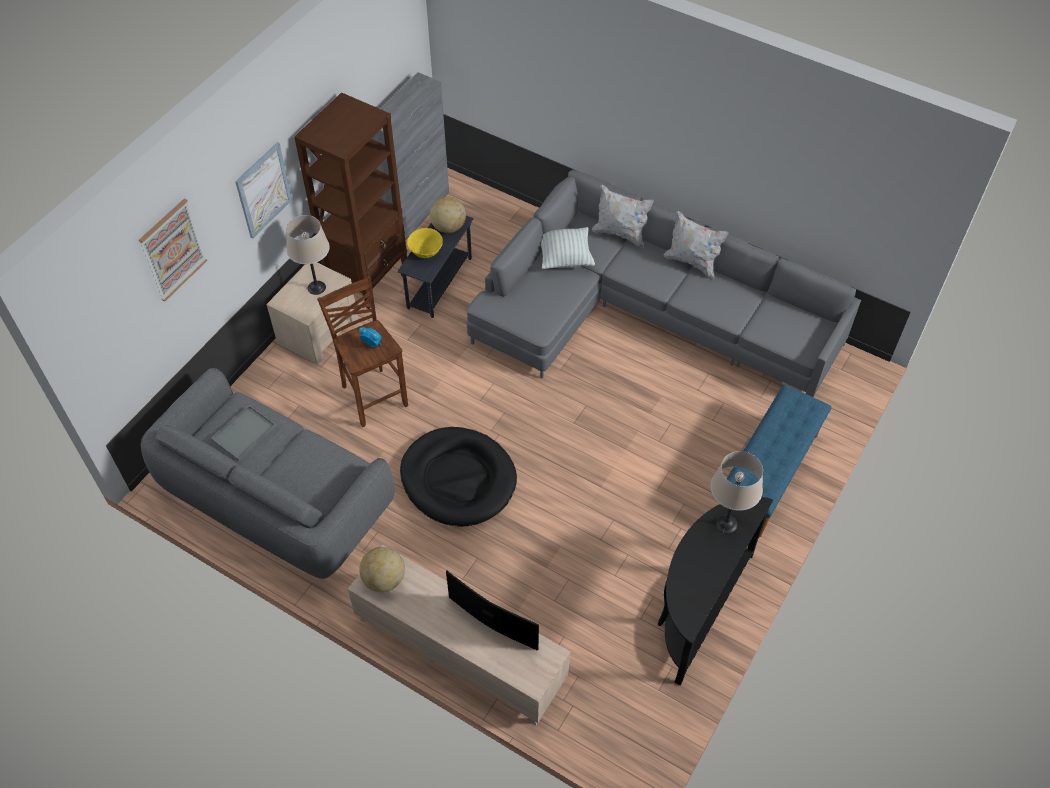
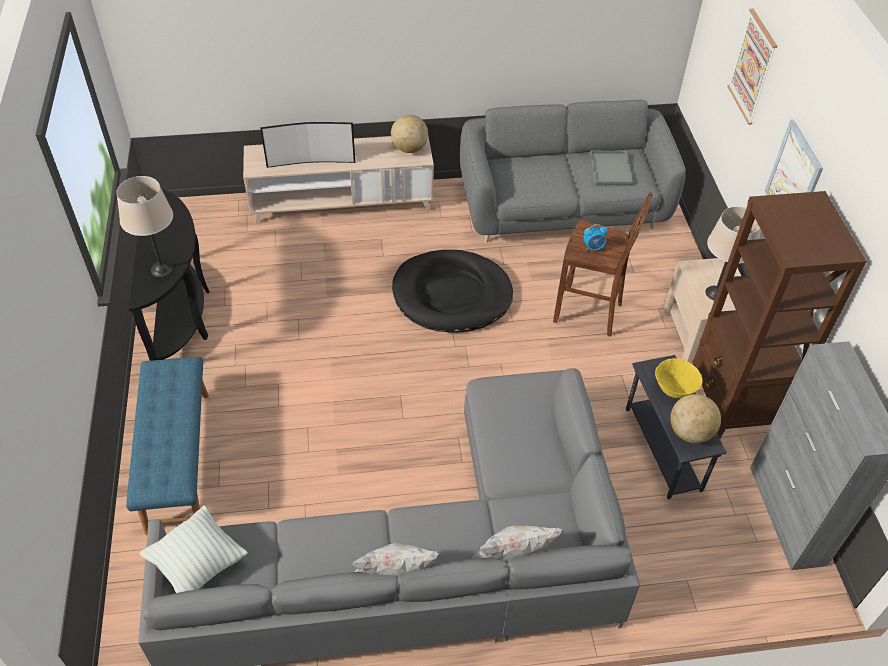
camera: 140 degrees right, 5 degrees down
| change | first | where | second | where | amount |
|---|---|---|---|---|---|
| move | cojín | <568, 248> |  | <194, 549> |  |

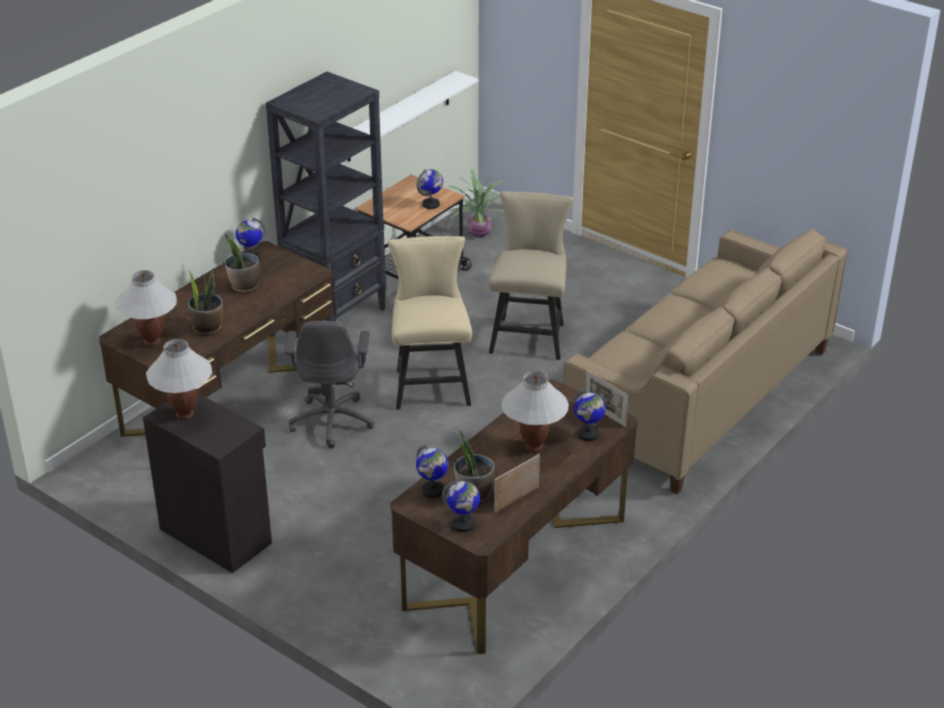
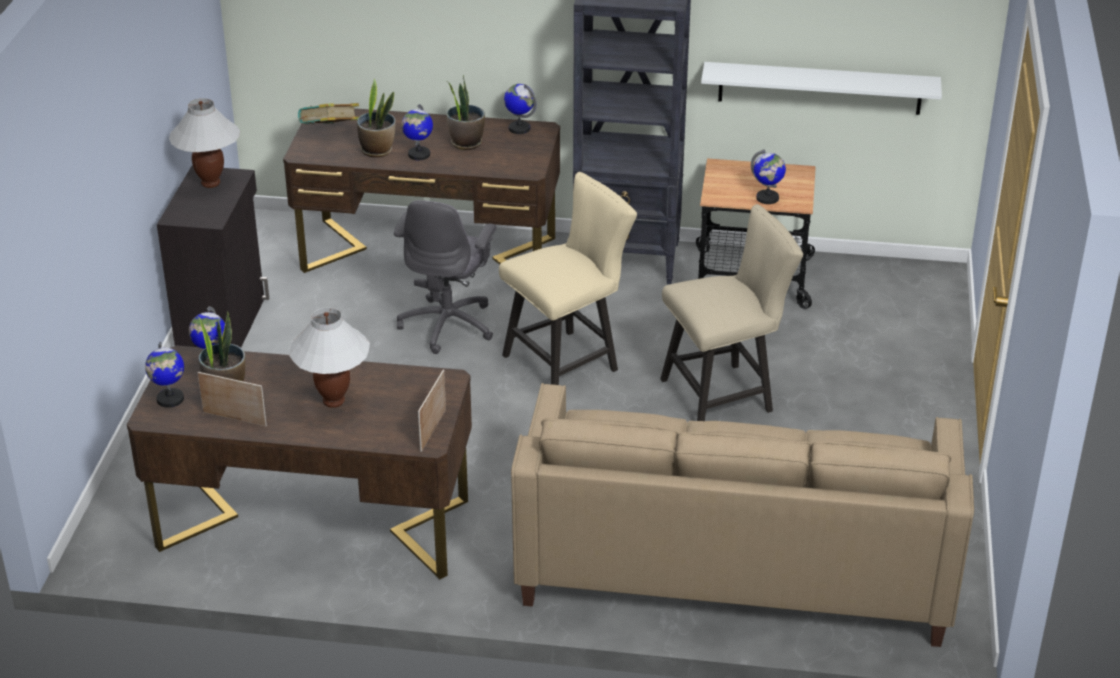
camera: 60 degrees right, 0 degrees up
| change | first | where | second | where | amount |
|---|---|---|---|---|---|
| replace | lámpara de mesa [blanco] | <146, 308> | libro | <328, 113> |  |
| rotate | silla de oficina [gris] | <329, 385> |  | <445, 277> | 45 degrees counterclockwise |
| delete | planta en maceta | <475, 203> |  |  |  |
| move | globo terráqueo | <590, 415> |  | <417, 132> |  |

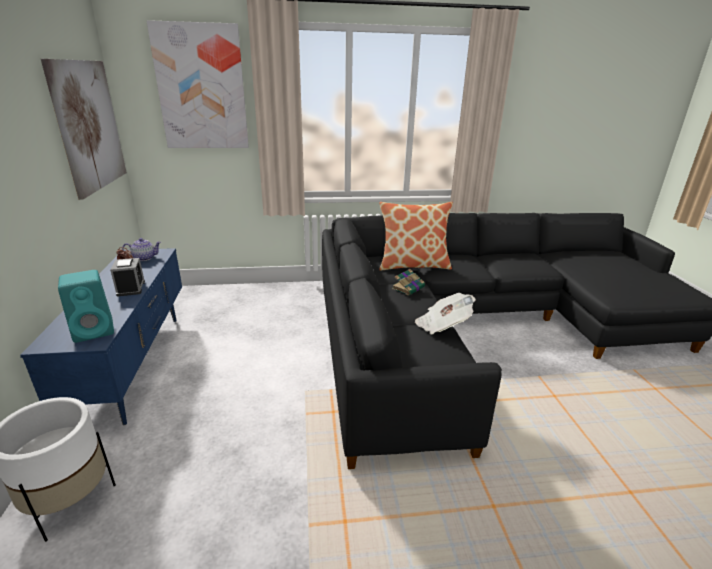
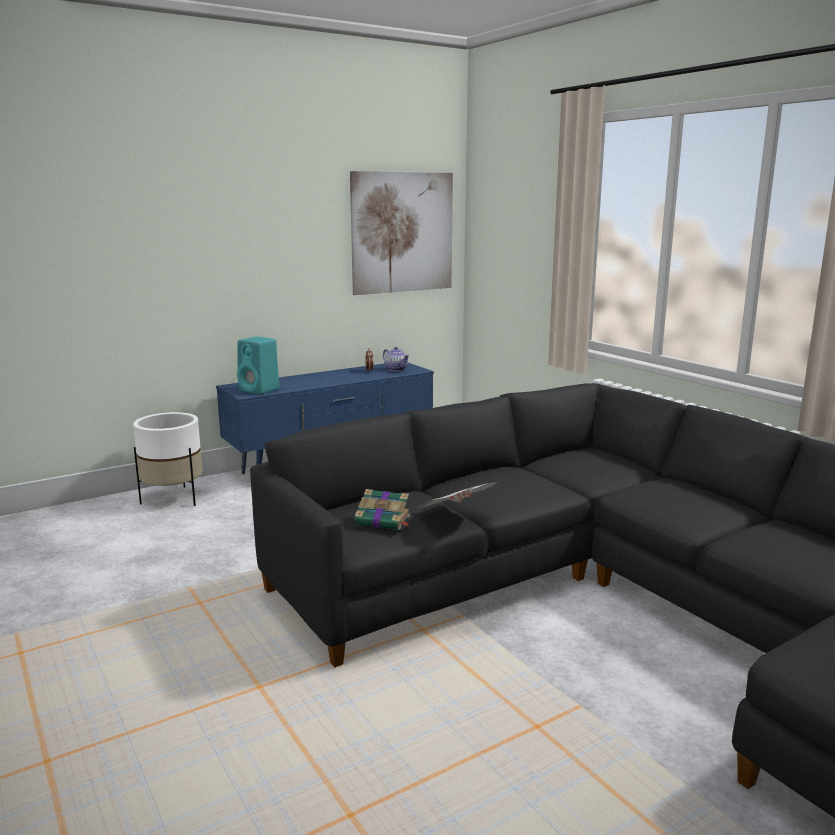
camera: 65 degrees right, 10 degrees down
| change | first | where | second | where | amount |
|---|---|---|---|---|---|
| delete | despertador | <127, 277> |  |  |  |
| delete | cuadro | <198, 84> |  |  |  |
| delete | cojín | <416, 236> |  |  |  |
| move | libro | <408, 282> |  | <382, 509> |  |

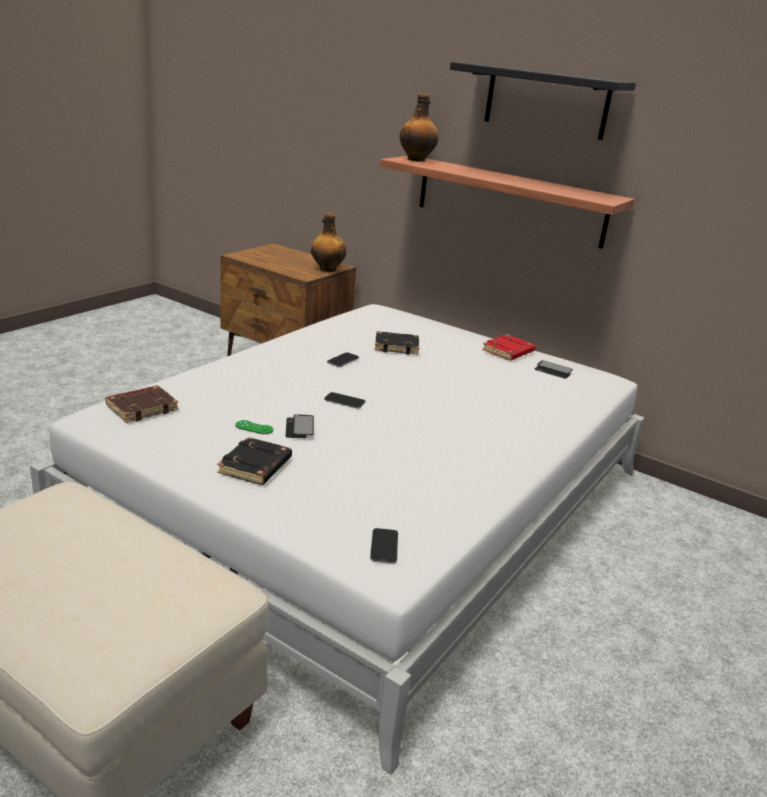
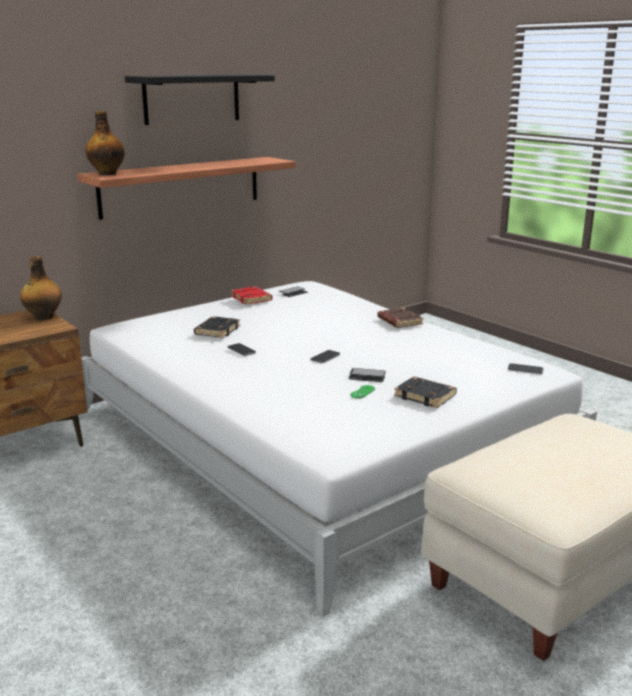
camera: 70 degrees left, 5 degrees down
| change | first | where | second | where | amount |
|---|---|---|---|---|---|
| move | libro [marrón] | <142, 404> |  | <400, 318> |  |

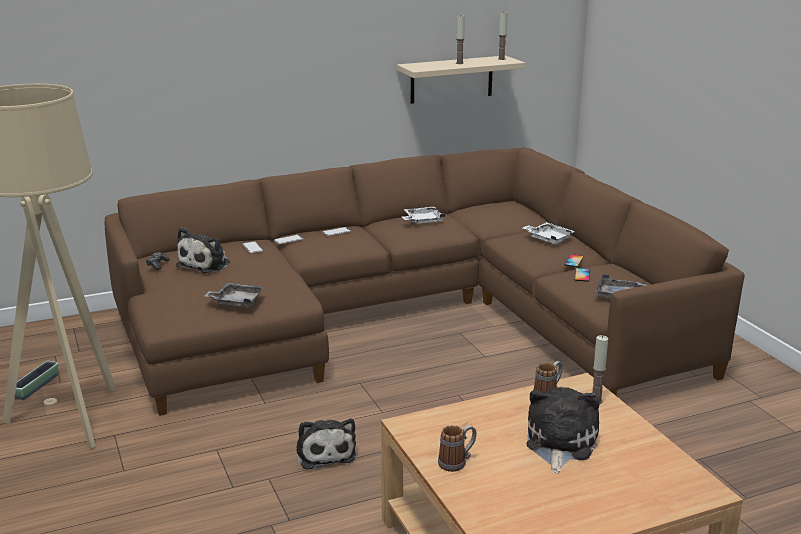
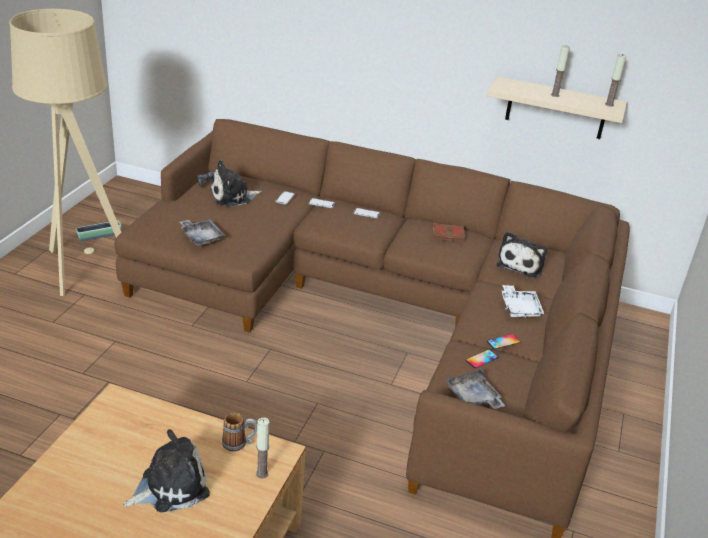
camera: 40 degrees right, 10 degrees up
| change | first | where | second | where | amount |
|---|---|---|---|---|---|
| move | peluche | <326, 444> |  | <522, 254> |  |
| replace | bandeja [blanco] | <423, 215> | libro [marrón] | <448, 233> |  |
| delete | taza grande | <457, 448> |  |  |  |

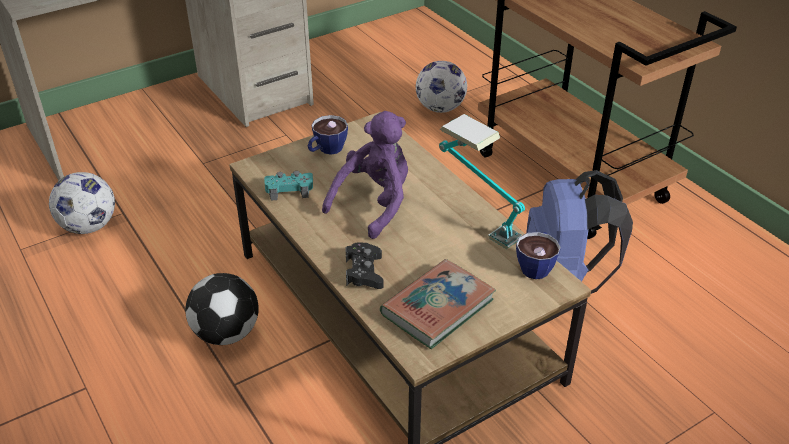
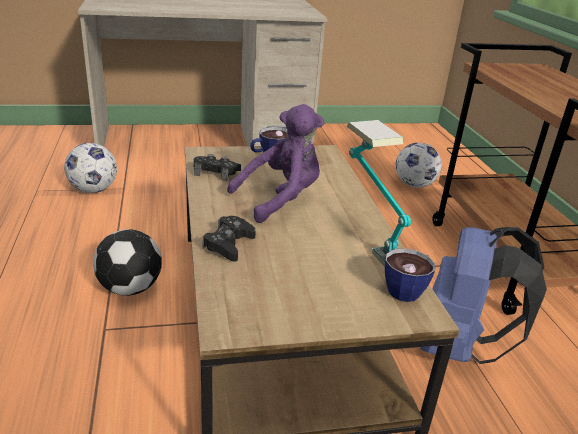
camera: 20 degrees right, 10 degrees down
| change | first | where | second | where | amount |
|---|---|---|---|---|---|
| recolor | mando de consola [turquesa] | <288, 186> | mando de consola [negro] | <217, 167> |  |
| delete | libro | <438, 304> |  |  |  |

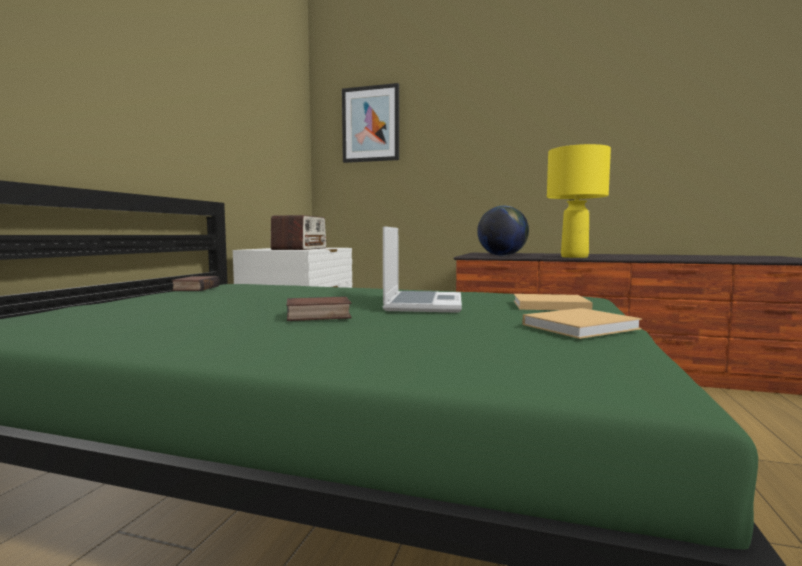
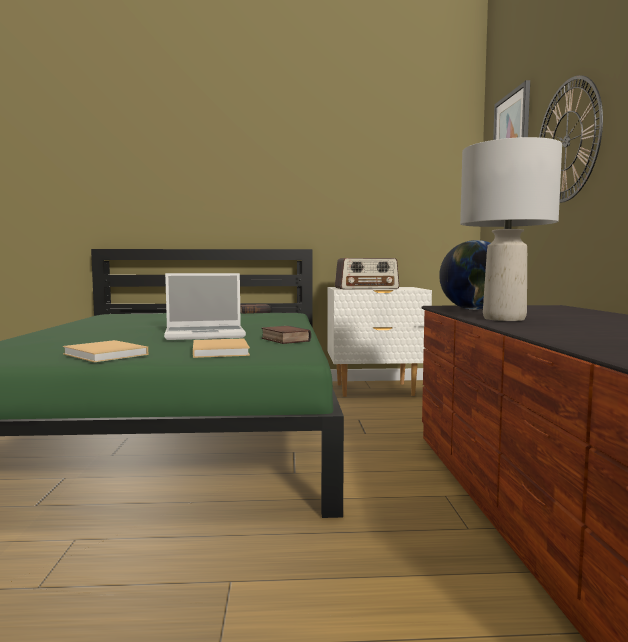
camera: 70 degrees right, 0 degrees up
| change | first | where | second | where | amount |
|---|---|---|---|---|---|
| move | libro | <319, 308> |  | <286, 335> |  |
| recolor | lámpara de mesa [amarillo] | <579, 201> | lámpara de mesa [gris] | <511, 229> |  |
| insert |  |  | reloj de pared | <571, 139> |  |

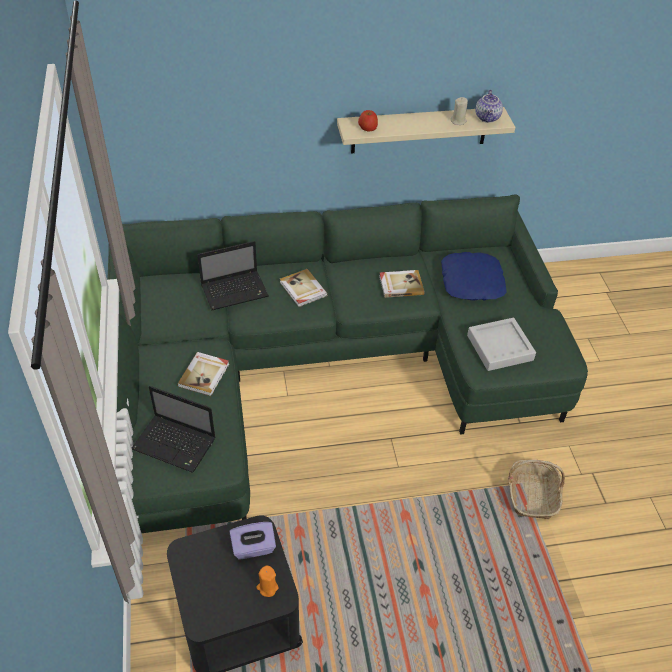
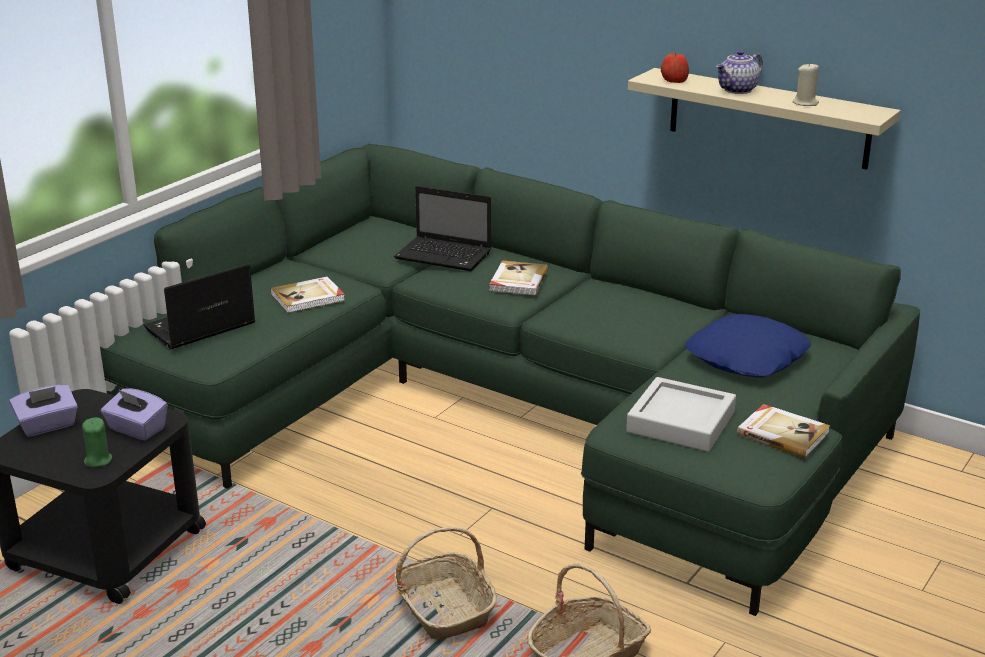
camera: 45 degrees right, 20 degrees down
| change | first | where | second | where | amount |
|---|---|---|---|---|---|
| rotate | portátil | <173, 429> |  | <199, 306> | 75 degrees clockwise |
| recolor | vela [naranja] | <267, 581> | vela [verde] | <97, 442> |  |
| move | libro | <402, 284> |  | <783, 431> |  |
| move | tetera | <489, 106> |  | <739, 72> |  |
| insert |  |  | caja de pañuelos [morado] | <43, 411> |  |
| insert |  |  | cesta | <445, 583> |  |

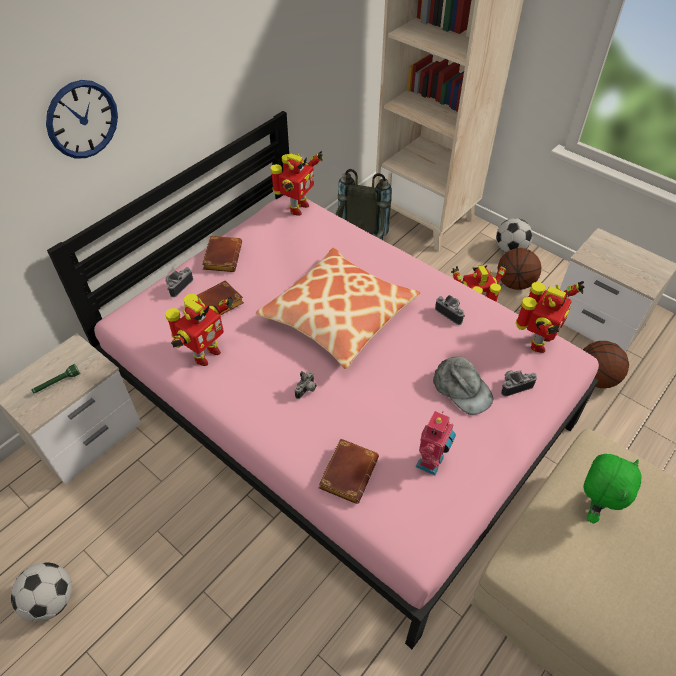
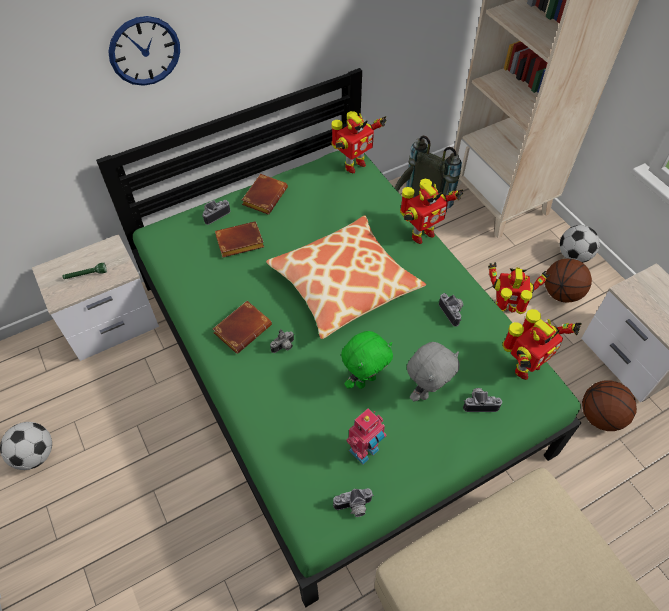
camera: 20 degrees right, 5 degrees up
| change | first | where | second | where | amount |
|---|---|---|---|---|---|
| recolor | cama [rosa] | <323, 380> | cama [verde] | <338, 337> |  |
| move | robot de juguete | <199, 330> |  | <431, 211> |  |
| move | libro [marrón] | <349, 471> |  | <242, 327> |  |
| replace | gorra [gris] | <463, 385> | peluche [gris] | <433, 372> |  |
| move | peluche [verde] | <612, 488> |  | <367, 360> |  |
| insert |  |  | cámara | <353, 502> |  |

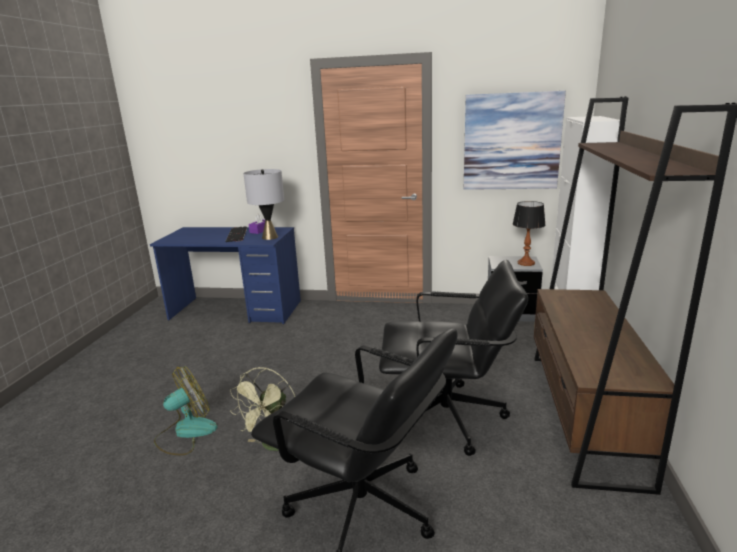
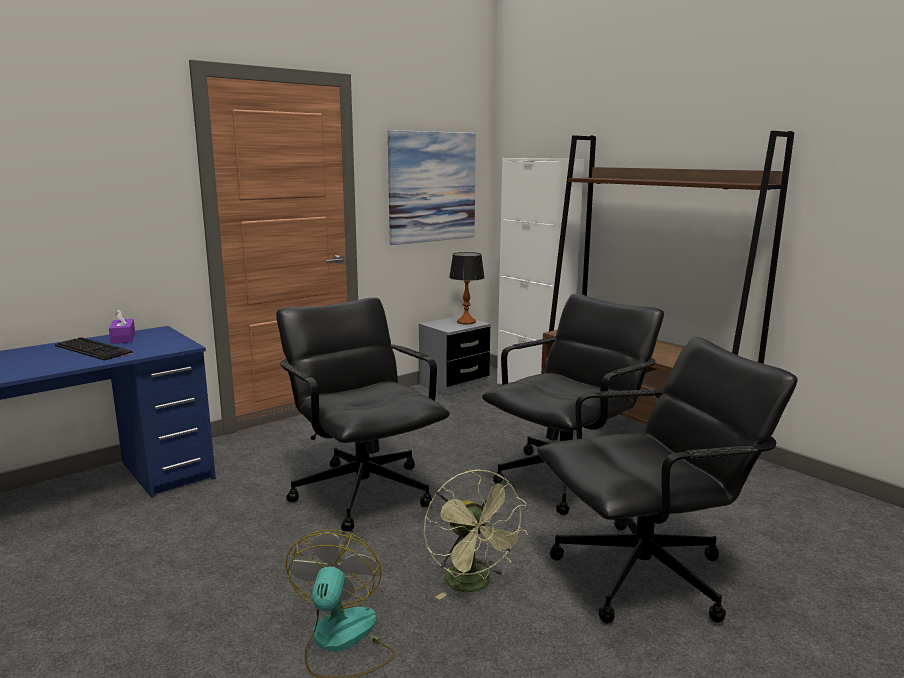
camera: 50 degrees left, 5 degrees down
| change | first | where | second | where | amount |
|---|---|---|---|---|---|
| delete | lámpara de mesa [gris] | <263, 204> |  |  |  |
| insert |  |  | silla de oficina [negro] | <363, 414> |  |

